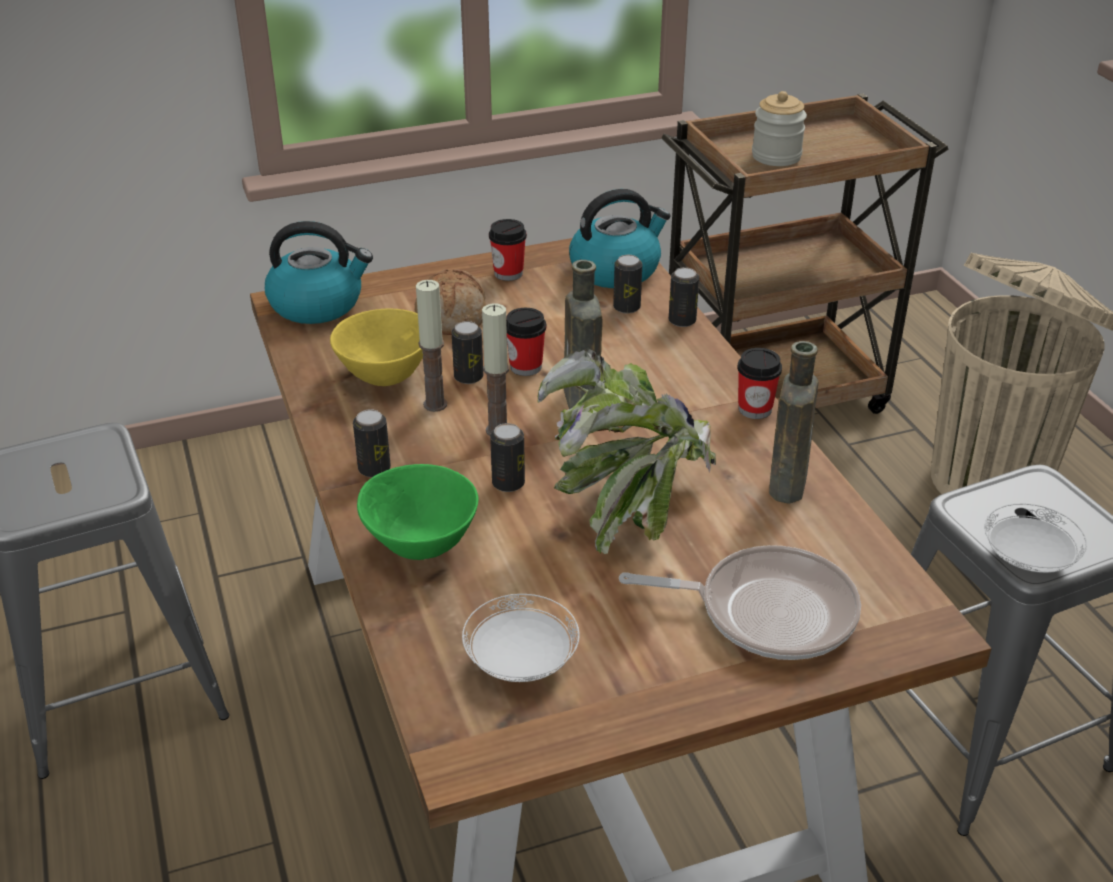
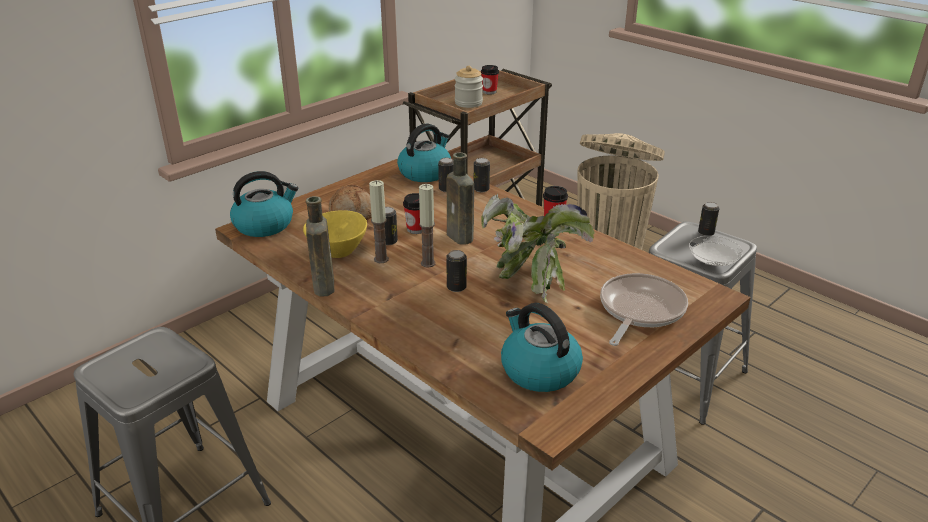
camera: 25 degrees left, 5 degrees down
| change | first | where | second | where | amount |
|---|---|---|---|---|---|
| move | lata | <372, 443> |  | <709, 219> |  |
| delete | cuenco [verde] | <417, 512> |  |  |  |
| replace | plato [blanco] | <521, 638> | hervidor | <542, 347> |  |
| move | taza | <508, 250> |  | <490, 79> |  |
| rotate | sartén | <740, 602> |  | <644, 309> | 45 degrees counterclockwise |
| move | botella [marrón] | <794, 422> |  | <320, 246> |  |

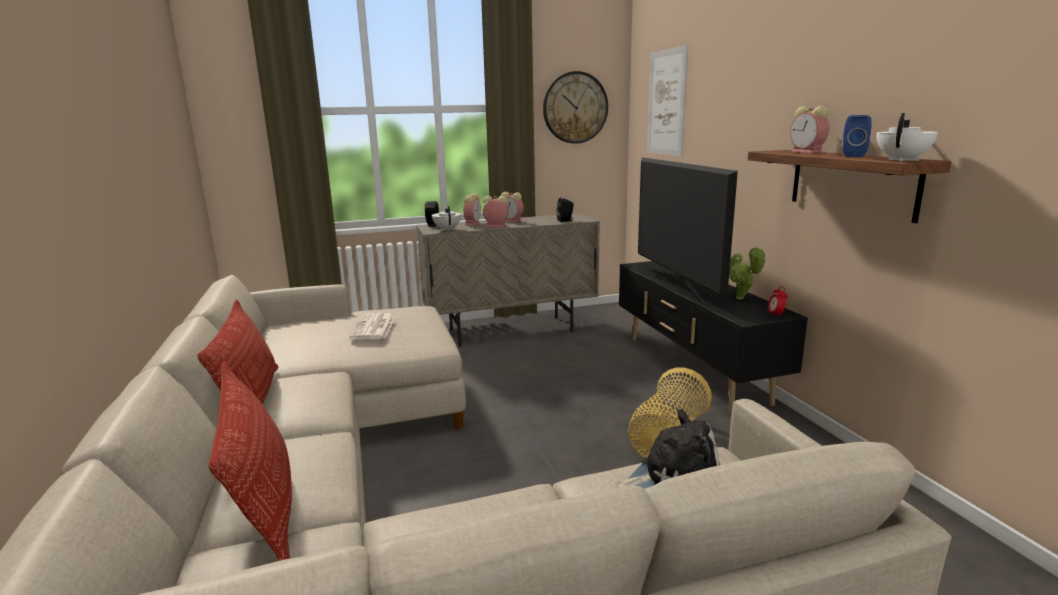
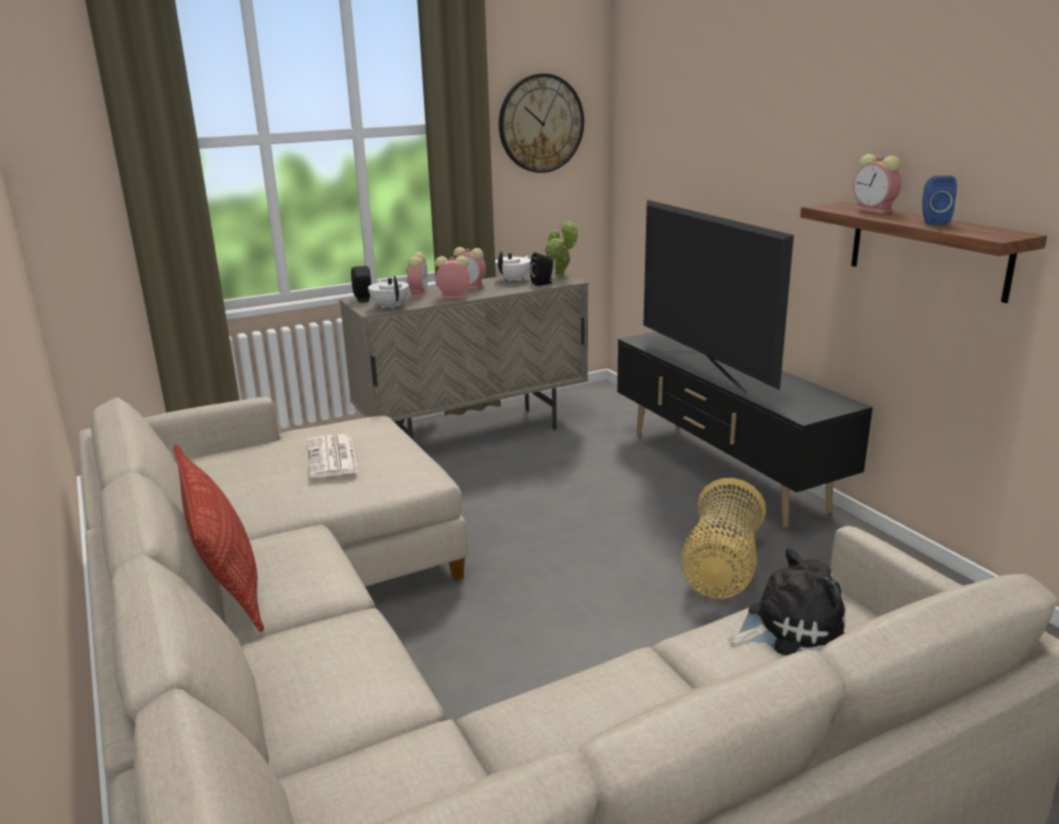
camera: 10 degrees left, 5 degrees up
| change | first | where | second | where | amount |
|---|---|---|---|---|---|
| delete | cojín | <250, 461> |  |  |  |
| delete | cuadro | <667, 100> |  |  |  |
| move | planta en maceta | <747, 272> |  | <561, 248> |  |
| delete | despertador | <778, 302> |  |  |  |
| move | tetera [blanco] | <907, 137> |  | <513, 266> |  |

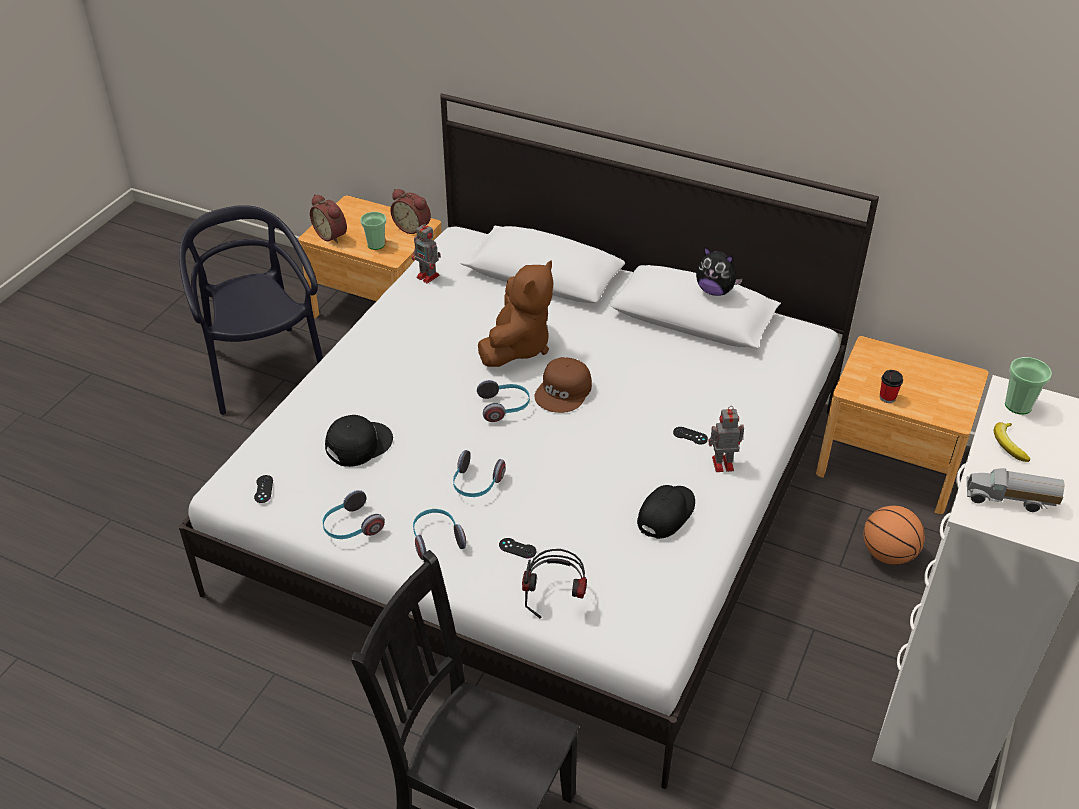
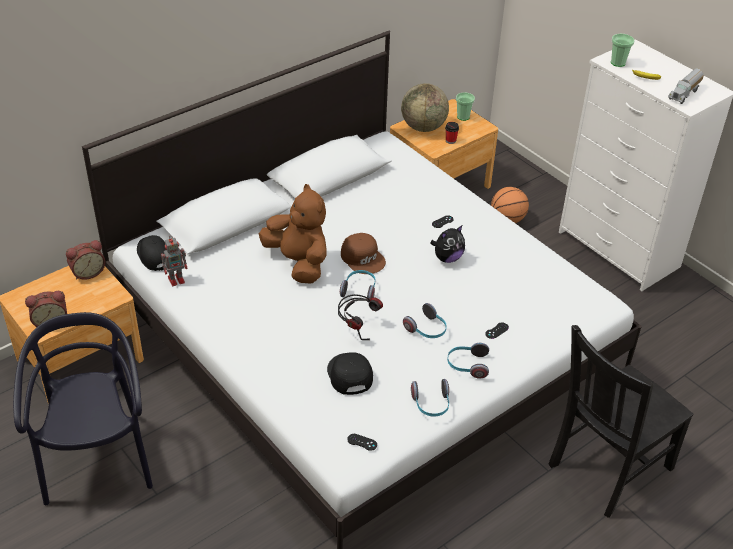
camera: 65 degrees left, 0 degrees up
| change | first | where | second | where | amount |
|---|---|---|---|---|---|
| rotate | silla [negro] | <251, 310> |  | <83, 408> | 75 degrees clockwise |
| move | taza | <373, 231> |  | <465, 106> |  |
| move | auriculares | <554, 583> |  | <360, 317> |  |
| move | gorra [negro] | <666, 512> |  | <151, 253> |  |
| move | peluche | <719, 271> |  | <447, 244> |  |
| delete | robot de juguete | <726, 439> |  |  |  |
| insert |  |  | globo terráqueo | <425, 107> |  |

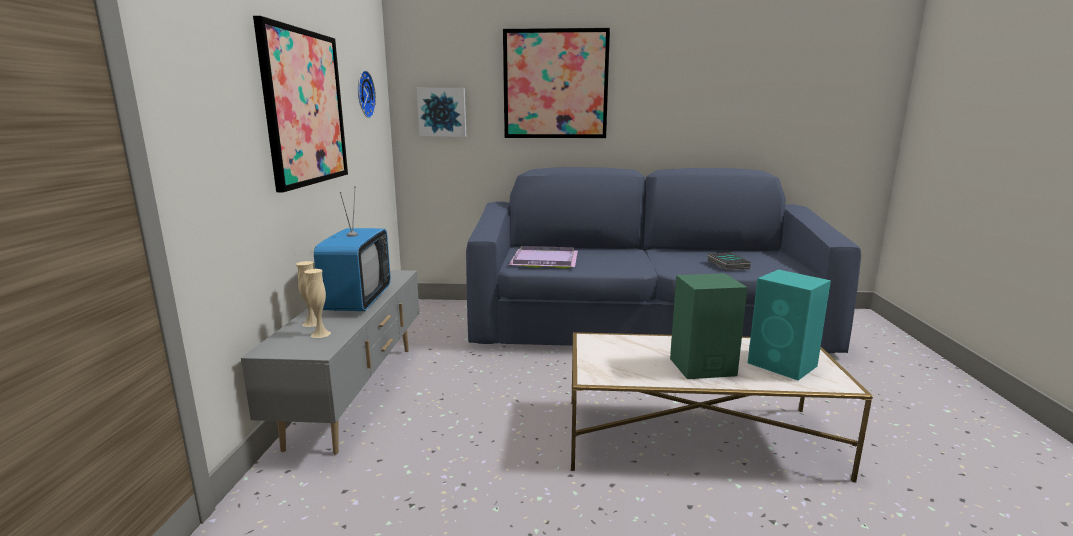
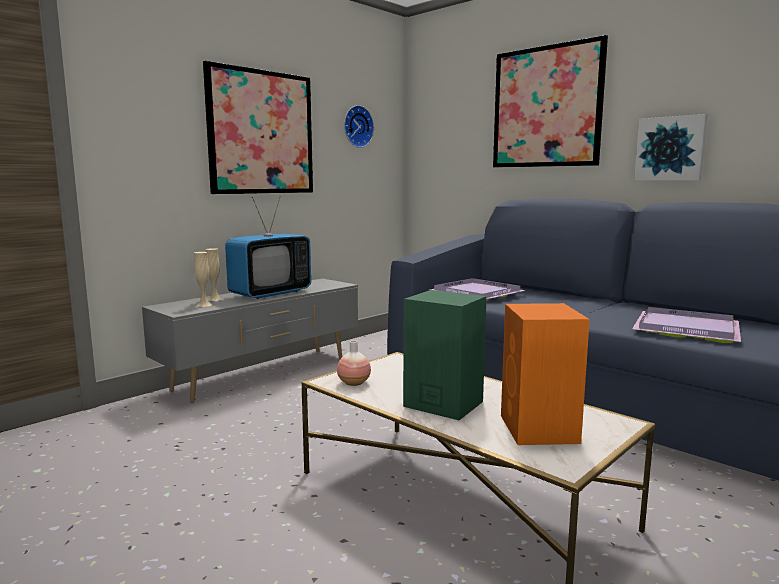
camera: 40 degrees right, 5 degrees down
| change | first | where | second | where | amount |
|---|---|---|---|---|---|
| move | cuadro | <441, 112> |  | <671, 147> |  |
| replace | libro | <729, 261> | bandeja [morado] | <686, 325> |  |
| recolor | altavoz [turquesa] | <789, 325> | altavoz [naranja] | <545, 374> |  |
| insert |  |  | florero | <354, 363> |  |

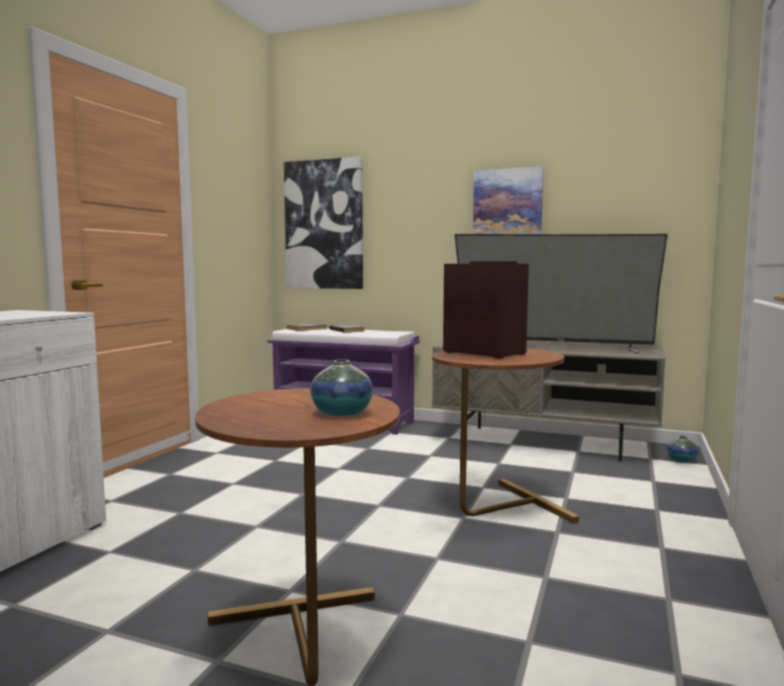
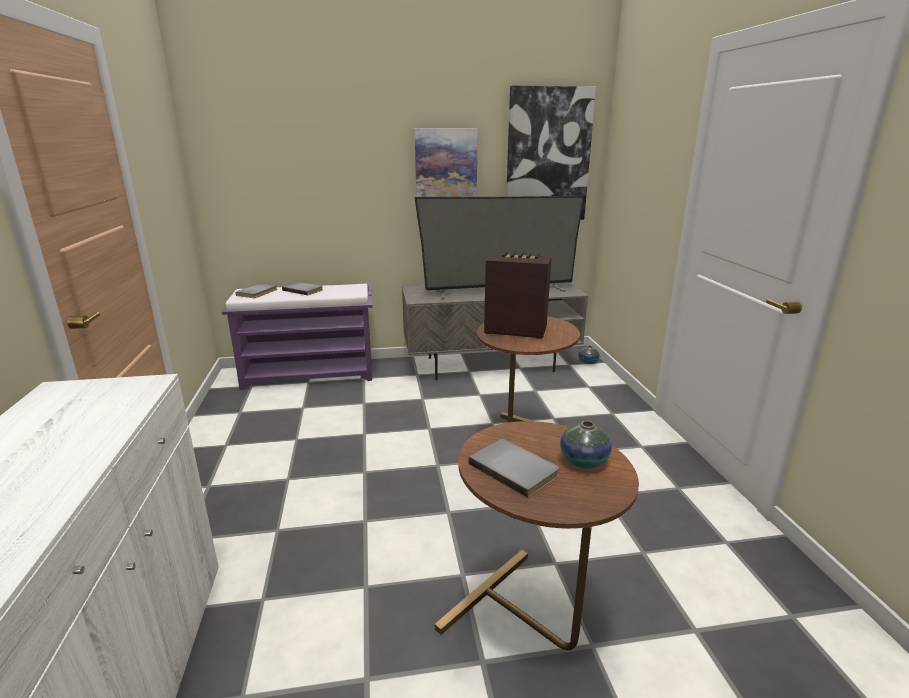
camera: 30 degrees left, 15 degrees up
| change | first | where | second | where | amount |
|---|---|---|---|---|---|
| move | cuadro | <323, 223> |  | <551, 153> |  |
| insert |  |  | libro [gris] | <514, 468> |  |

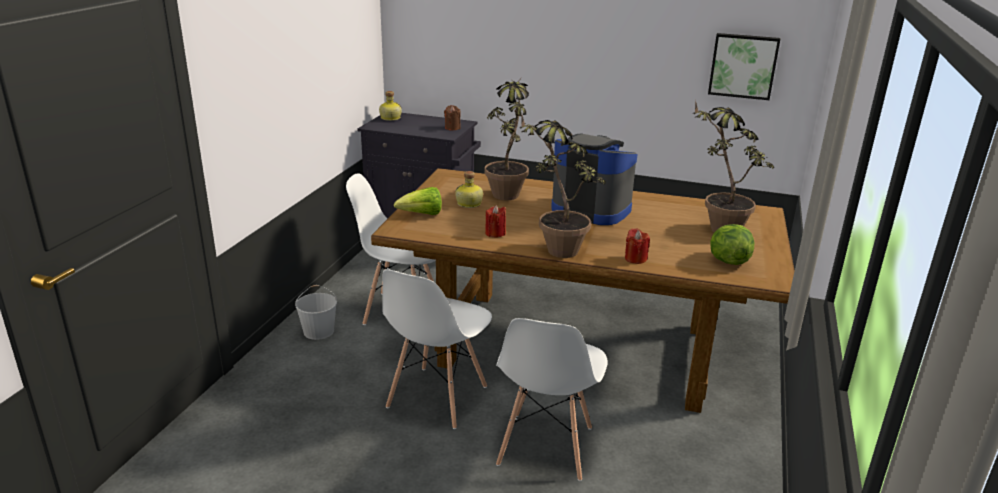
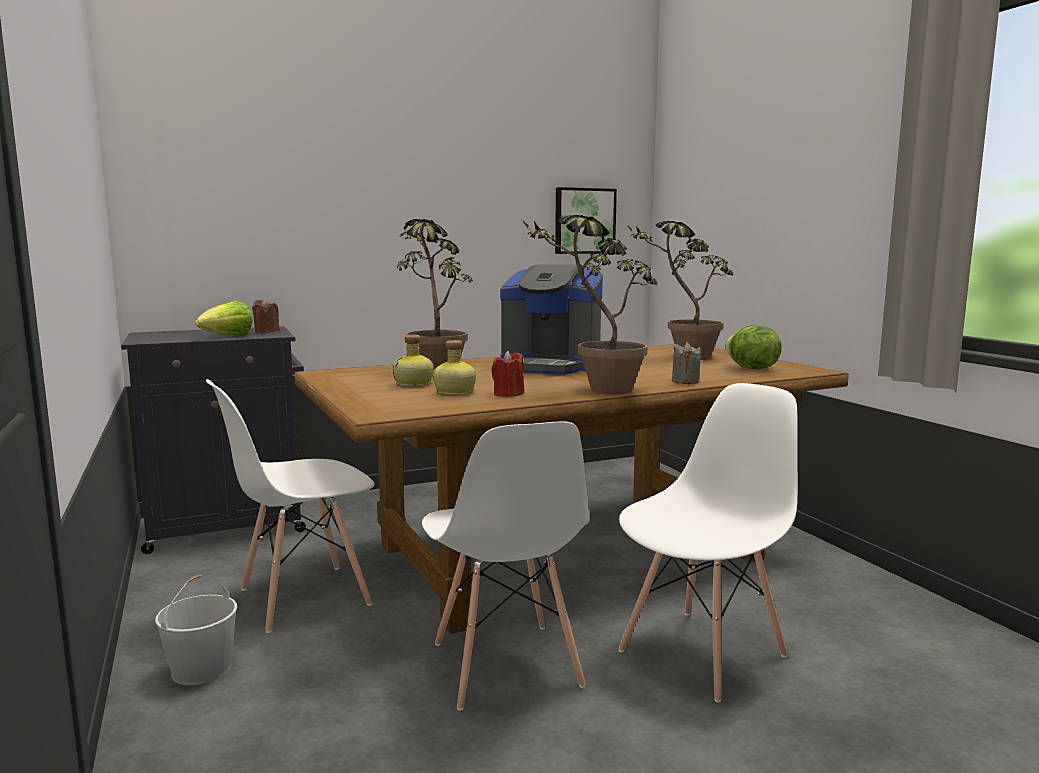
camera: 40 degrees left, 15 degrees down
| change | first | where | second | where | amount |
|---|---|---|---|---|---|
| move | botella | <390, 106> |  | <454, 367> |  |
| move | lechuga | <418, 201> |  | <224, 318> |  |
| rotate | silla [blanco] | <552, 399> |  | <708, 542> | 105 degrees counterclockwise |
| rotate | cafetera | <594, 179> |  | <551, 319> | 150 degrees counterclockwise |
| recolor | vela [rojo] | <637, 246> | vela [gris] | <686, 363> |  |

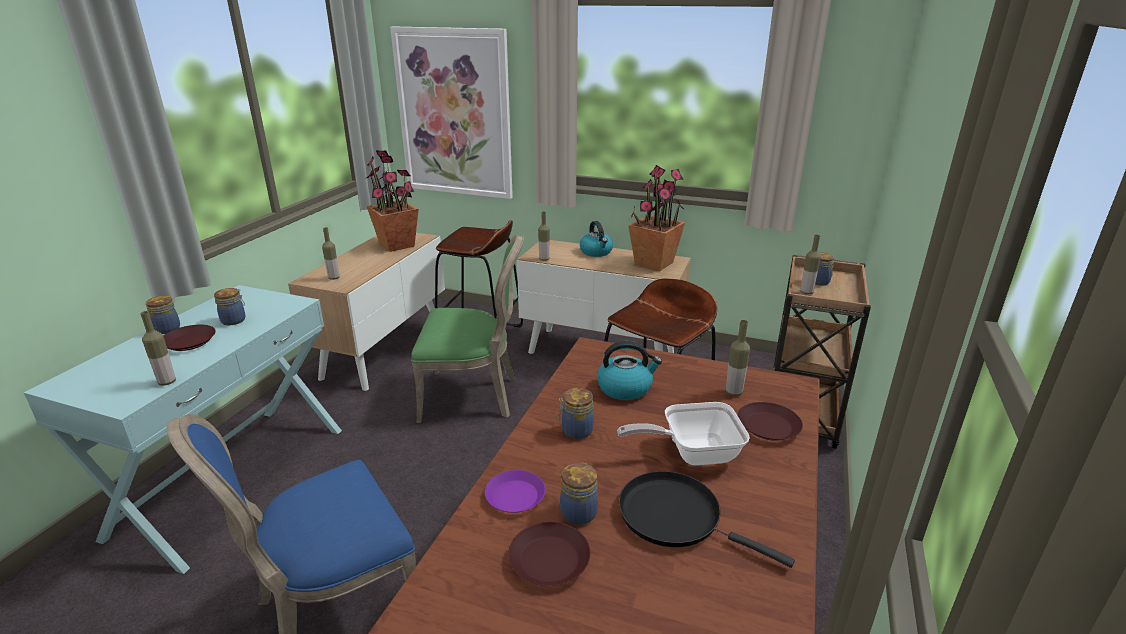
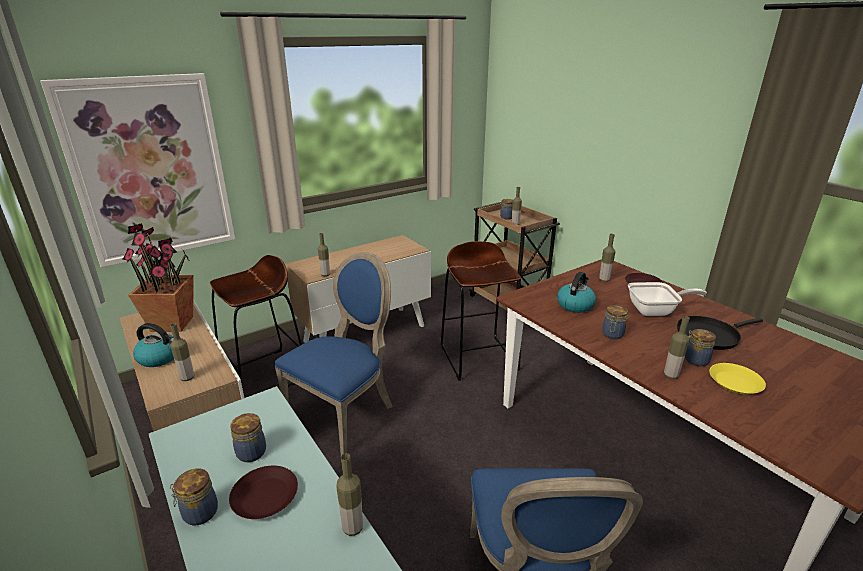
camera: 55 degrees left, 0 degrees up
| change | first | where | second | where | amount |
|---|---|---|---|---|---|
| recolor | silla [verde] | <467, 329> | silla [azul] | <333, 354> |  |
| replace | plato [morado] | <515, 491> | botella | <676, 347> |  |
| recolor | plato [marrón] | <549, 554> | plato [amarillo] | <737, 378> |  |
| move | hervidor | <596, 239> |  | <153, 345> |  |
| rotate | sartén | <683, 434> |  | <667, 299> | 120 degrees counterclockwise |
| delete | planta en maceta | <656, 218> |  |  |  |

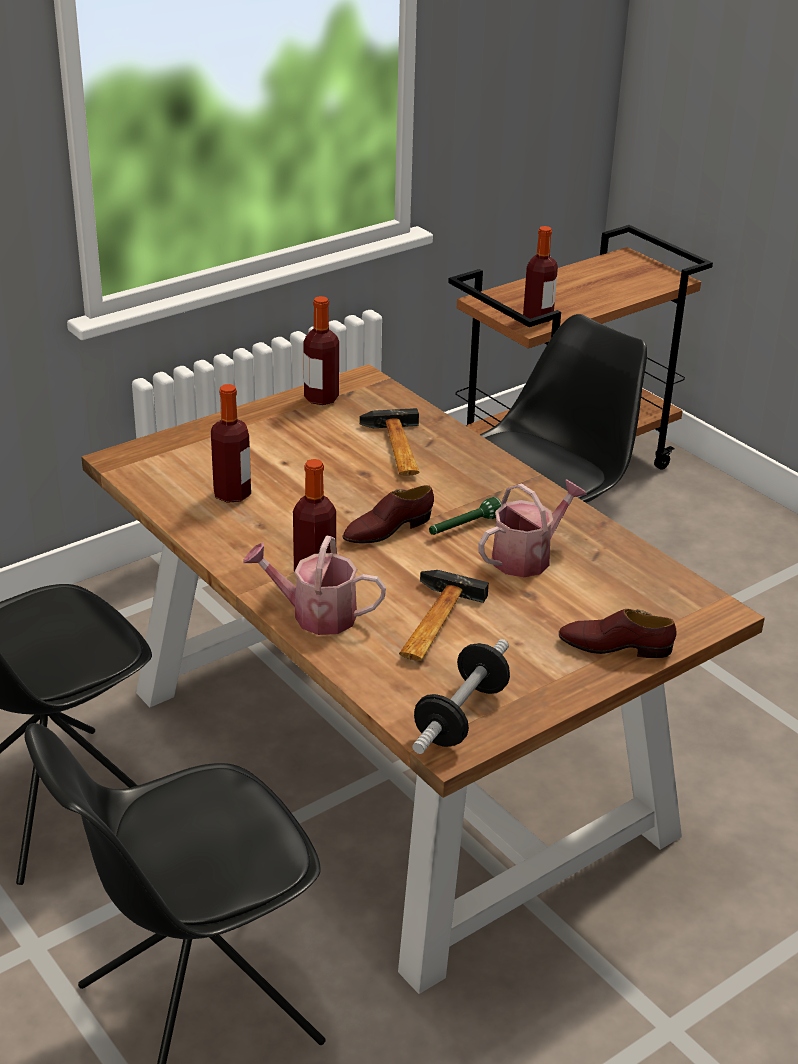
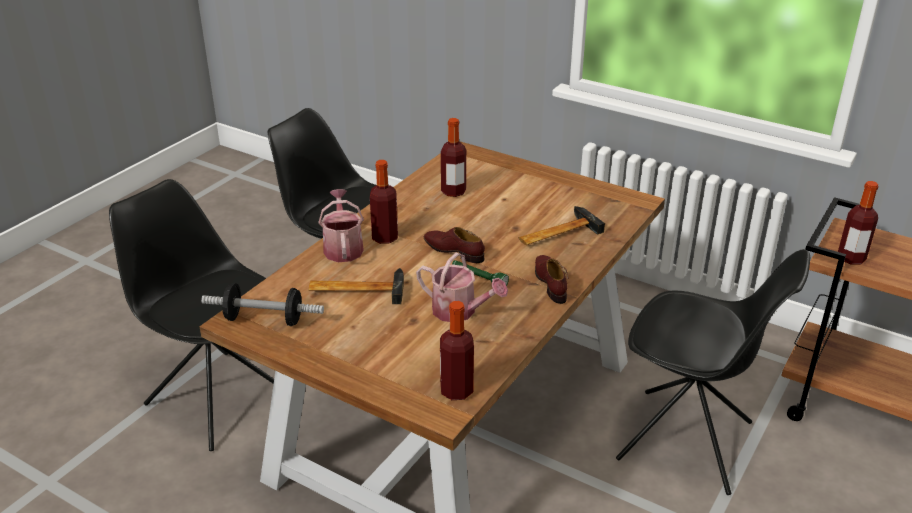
camera: 70 degrees right, 0 degrees up
| change | first | where | second | where | amount |
|---|---|---|---|---|---|
| move | botella | <321, 350> |  | <457, 350> |  |
| move | zapato [marrón] | <618, 633> |  | <551, 279> |  |

